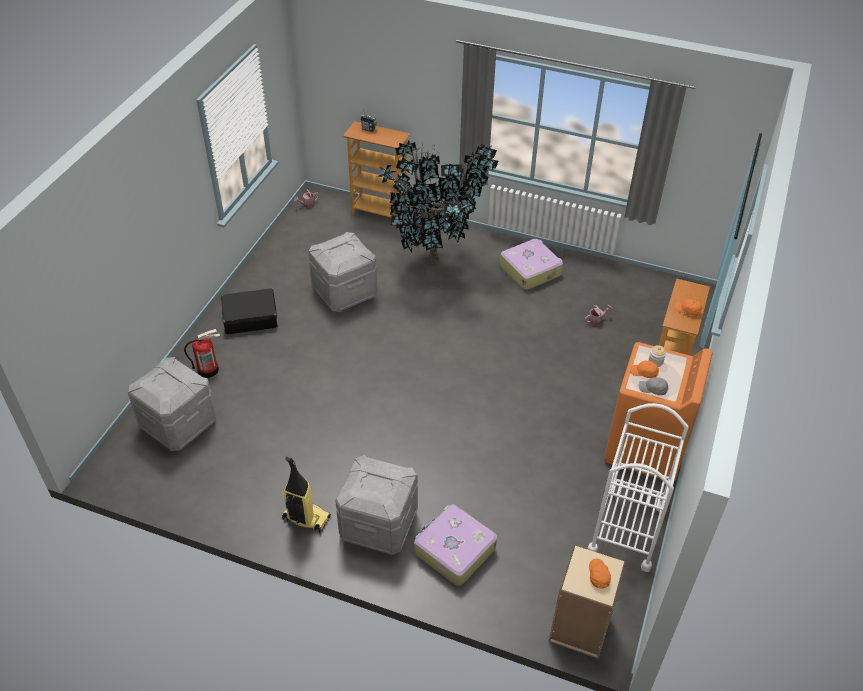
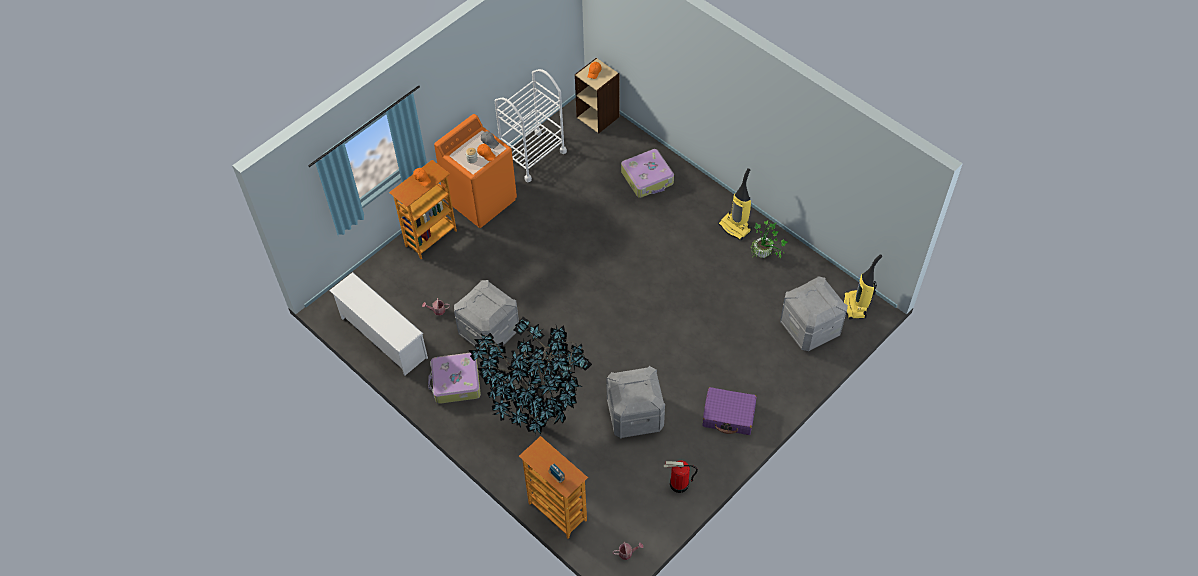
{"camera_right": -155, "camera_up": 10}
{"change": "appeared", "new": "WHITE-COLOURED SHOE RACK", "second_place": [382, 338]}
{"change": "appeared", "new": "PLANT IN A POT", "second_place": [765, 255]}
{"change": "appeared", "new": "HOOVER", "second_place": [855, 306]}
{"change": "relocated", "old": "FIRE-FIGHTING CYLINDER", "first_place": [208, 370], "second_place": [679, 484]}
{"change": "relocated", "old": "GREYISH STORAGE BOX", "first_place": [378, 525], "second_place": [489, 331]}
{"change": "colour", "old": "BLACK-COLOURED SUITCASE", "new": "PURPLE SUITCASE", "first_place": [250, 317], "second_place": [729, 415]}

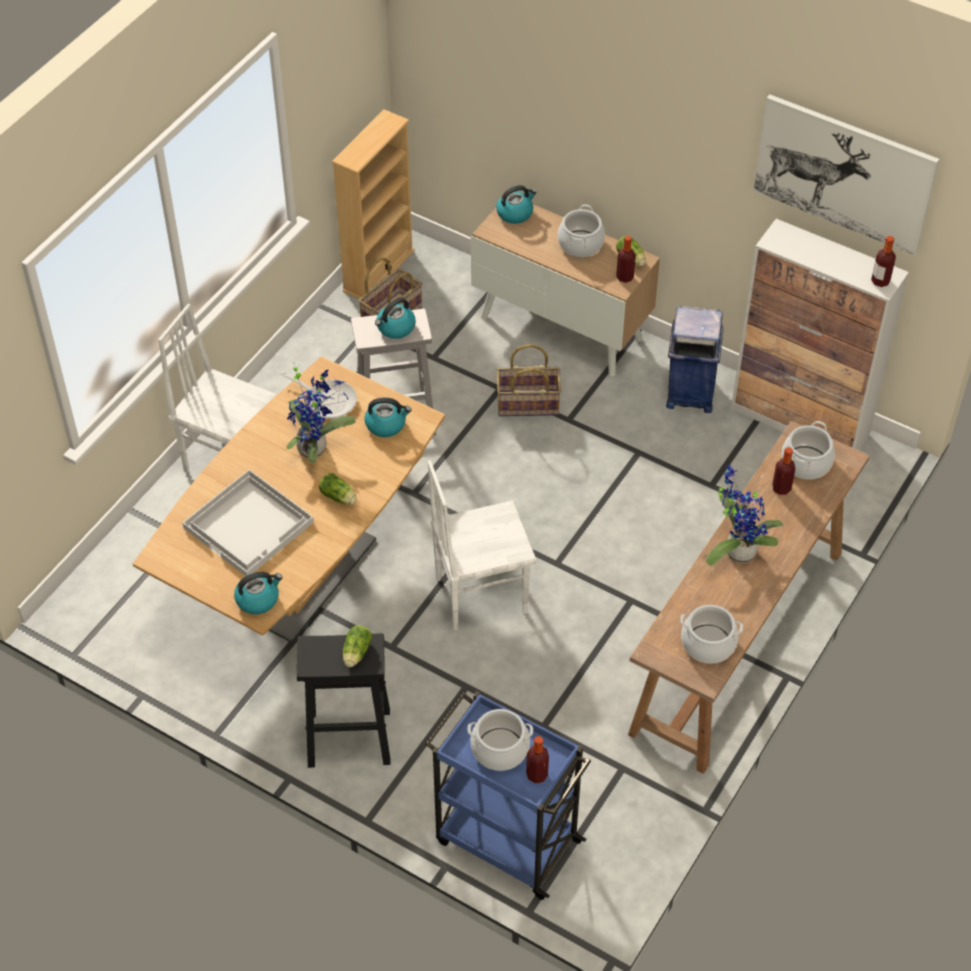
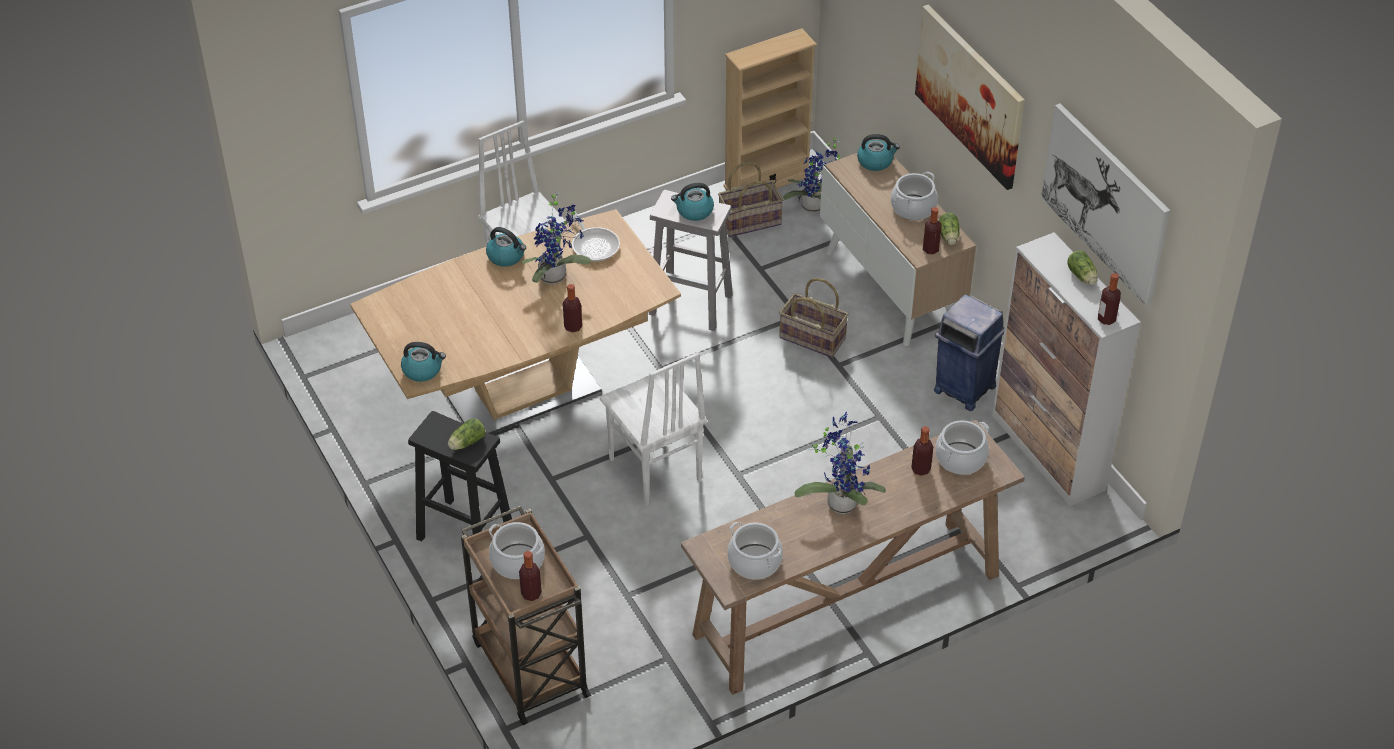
{"camera_right": 30, "camera_up": -5}
{"change": "missing", "old": "WHITE-COLOURED SERVING TRAY", "first_place": [250, 525]}
{"change": "appeared", "new": "BEVERAGE BOTTLE", "second_place": [573, 327]}
{"change": "appeared", "new": "PLANT IN A POT", "second_place": [815, 207]}
{"change": "appeared", "new": "WALL ART", "second_place": [970, 95]}
{"change": "relocated", "old": "HEAD OF LETTUCE", "first_place": [339, 497], "second_place": [1082, 277]}
{"change": "relocated", "old": "WATER KETTLE", "first_place": [386, 424], "second_place": [506, 256]}
{"change": "colour", "old": "BLUE TROLLEY", "new": "BROWN TROLLEY", "first_place": [505, 840], "second_place": [529, 666]}
{"change": "spun", "old": "WHITE-COLOURED UPRIGHT CHAIR", "first_place": [480, 594], "second_place": [654, 470], "degrees": -135}

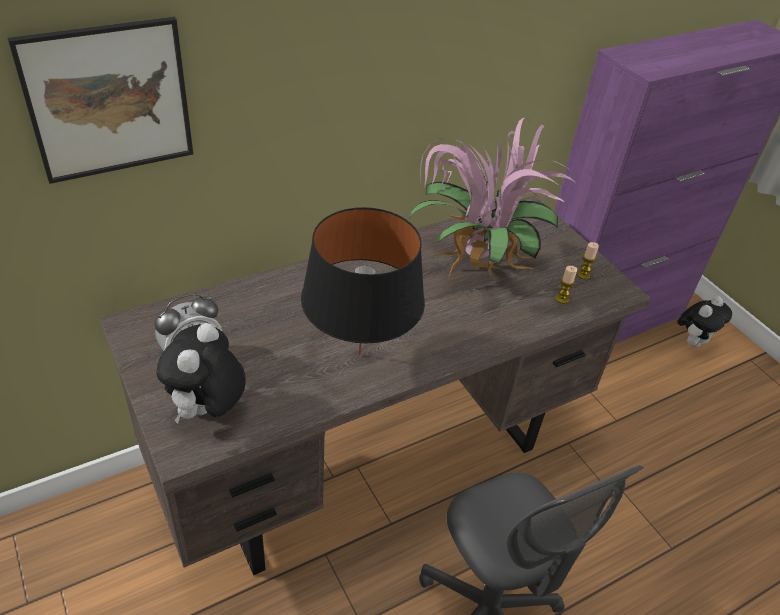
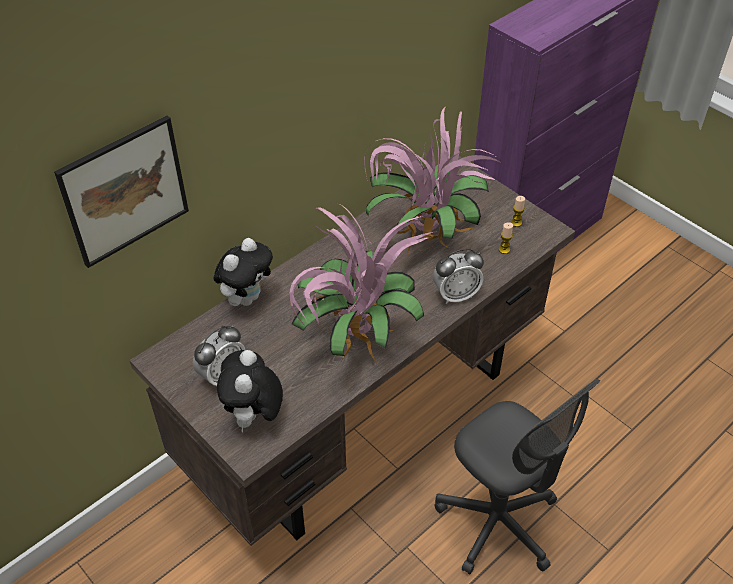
{"camera_right": -10, "camera_up": 5}
{"change": "appeared", "new": "TABLE CLOCK", "second_place": [456, 295]}
{"change": "relocated", "old": "CUDDLY TOY", "first_place": [693, 341], "second_place": [247, 297]}
{"change": "exchanged", "old": "BLACK-COLOURED TABLE LAMP", "new": "PLANT IN A POT", "first_place": [359, 354], "second_place": [356, 339]}

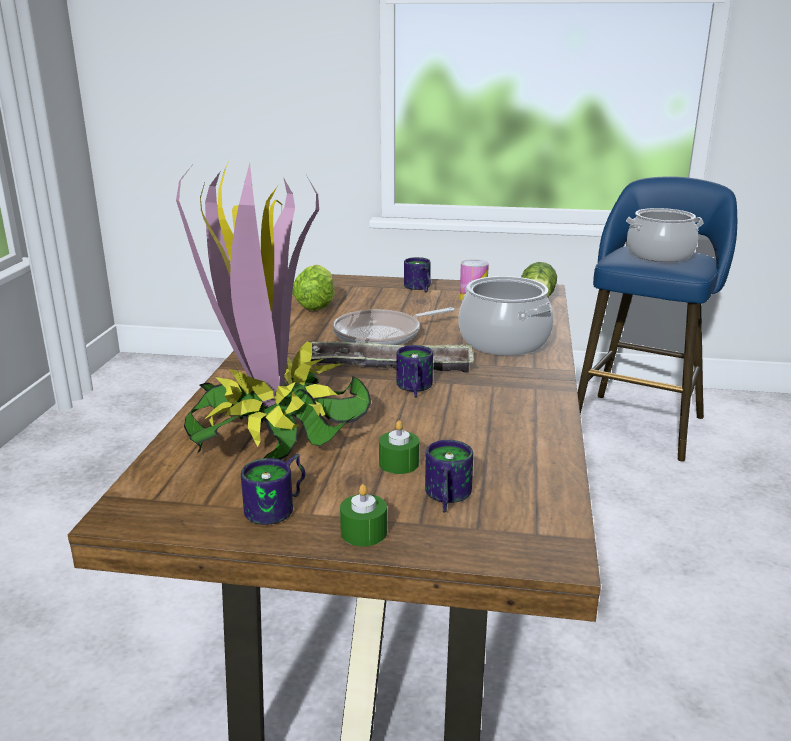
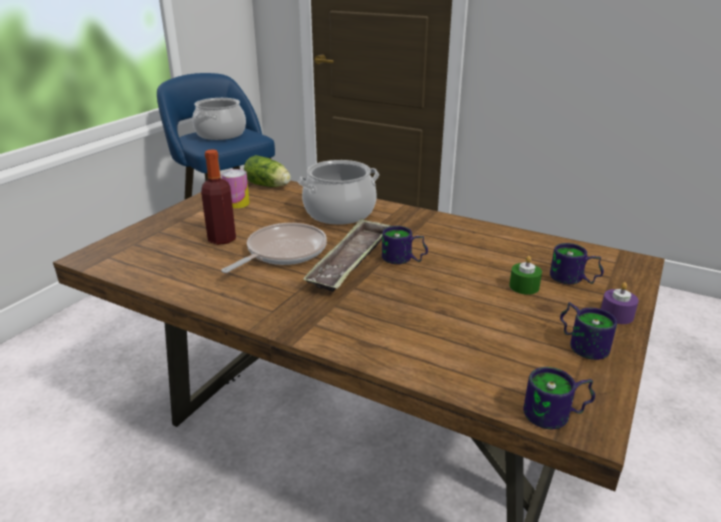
{"camera_right": -70, "camera_up": 5}
{"change": "missing", "old": "PLANT IN A POT", "first_place": [273, 427]}
{"change": "missing", "old": "HEAD OF LETTUCE", "first_place": [316, 304]}
{"change": "appeared", "new": "BEVERAGE BOTTLE", "second_place": [222, 239]}
{"change": "relocated", "old": "TEA MUG", "first_place": [418, 288], "second_place": [557, 416]}
{"change": "colour", "old": "GREEN WAX CANDLE", "new": "PURPLE WAX CANDLE", "first_place": [363, 532], "second_place": [616, 315]}
{"change": "spun", "old": "PAN", "first_place": [382, 335], "second_place": [283, 252], "degrees": -135}

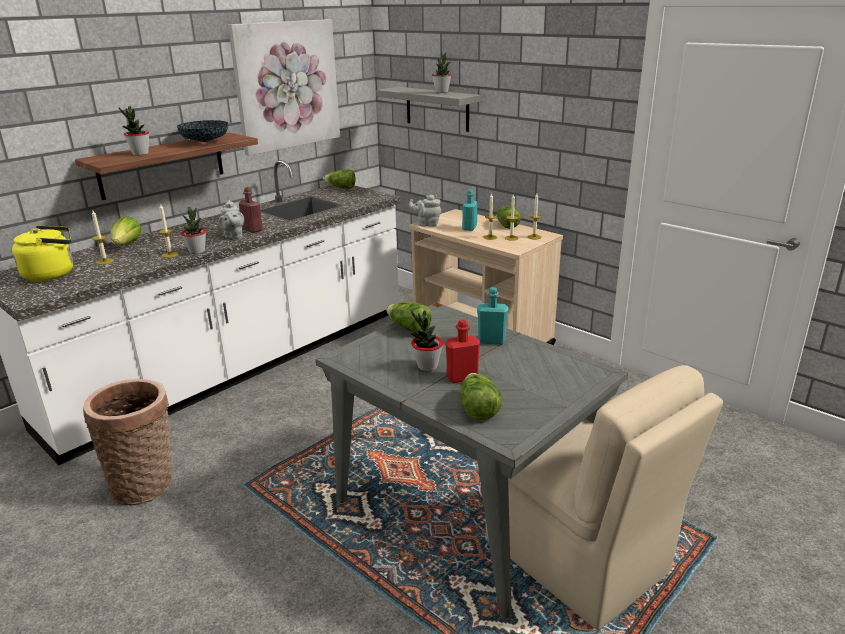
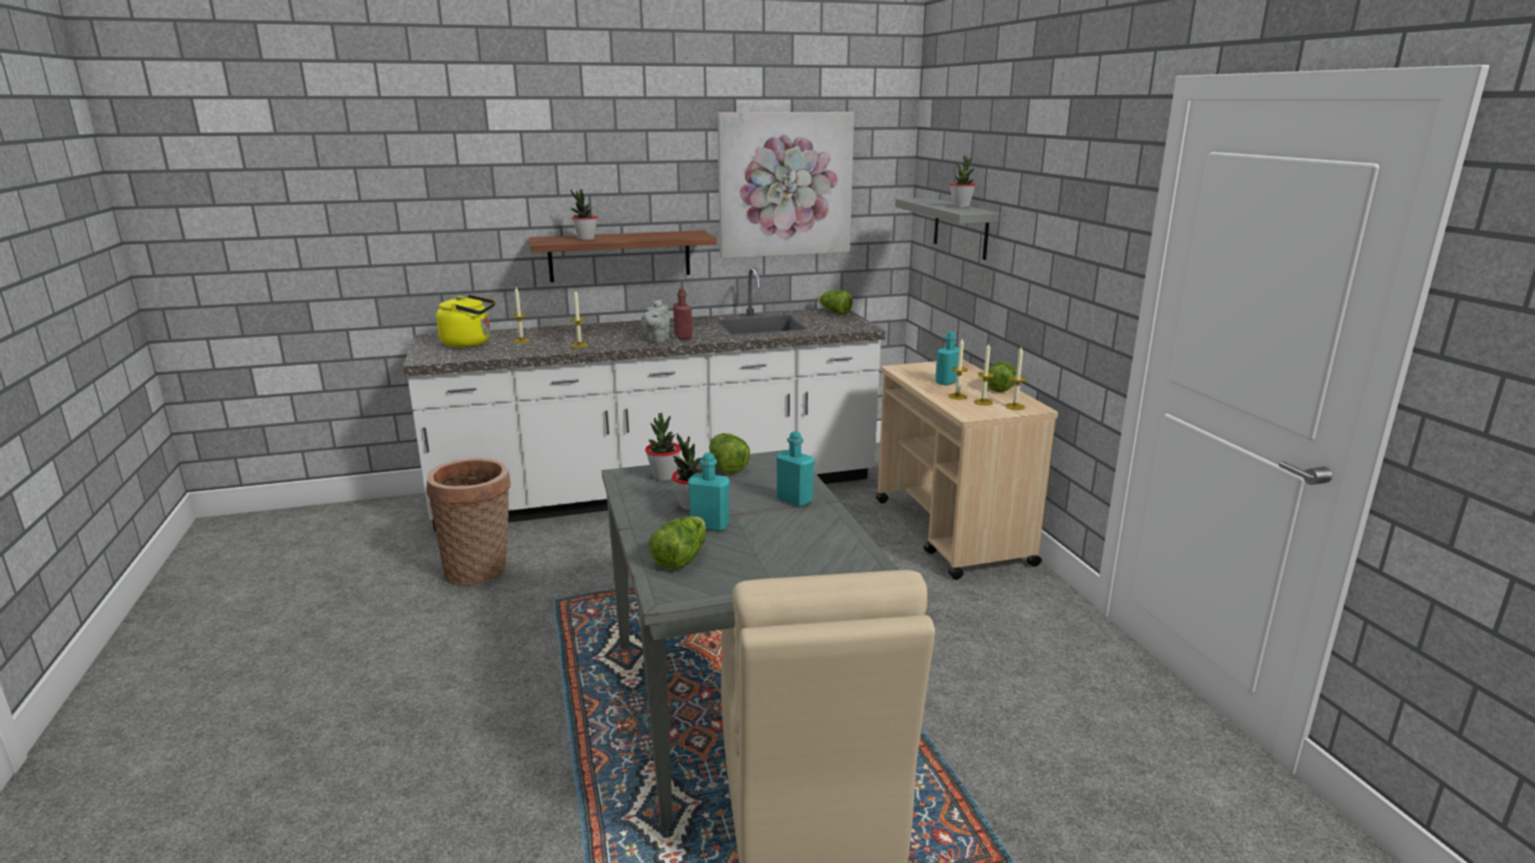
{"camera_right": 30, "camera_up": -5}
{"change": "missing", "old": "HEAD OF LETTUCE", "first_place": [127, 245]}
{"change": "missing", "old": "SERVING BOWL", "first_place": [205, 142]}
{"change": "missing", "old": "GREYISH TEAPOT", "first_place": [427, 224]}
{"change": "relocated", "old": "PLANT IN A POT", "first_place": [197, 251], "second_place": [664, 476]}
{"change": "colour", "old": "RED-COLOURED BEVERAGE BOTTLE", "new": "TURQUOISE-COLOURED BEVERAGE BOTTLE", "first_place": [462, 377], "second_place": [709, 525]}

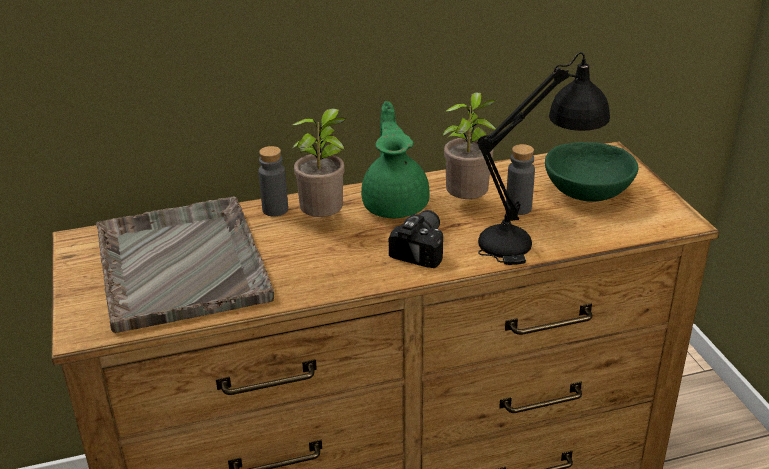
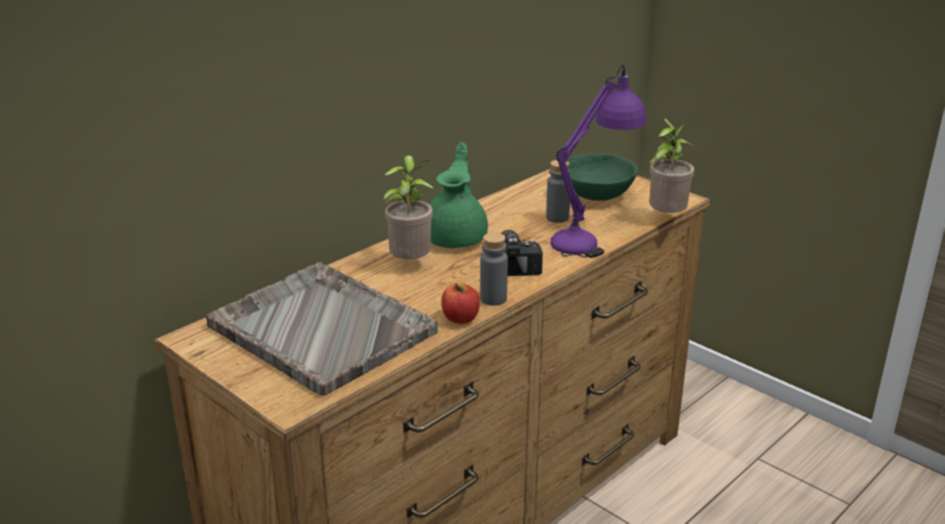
{"camera_right": -30, "camera_up": -5}
{"change": "appeared", "new": "WHOLE APPLE", "second_place": [460, 318]}
{"change": "relocated", "old": "GREYISH BEVERAGE BOTTLE", "first_place": [275, 210], "second_place": [493, 299]}
{"change": "relocated", "old": "PLANT IN A POT", "first_place": [467, 202], "second_place": [666, 218]}
{"change": "colour", "old": "BLACK-COLOURED TABLE LAMP", "new": "PURPLE TABLE LAMP", "first_place": [534, 241], "second_place": [593, 237]}
{"change": "spun", "old": "GREEN TEAPOT", "first_place": [396, 204], "second_place": [457, 238], "degrees": 45}

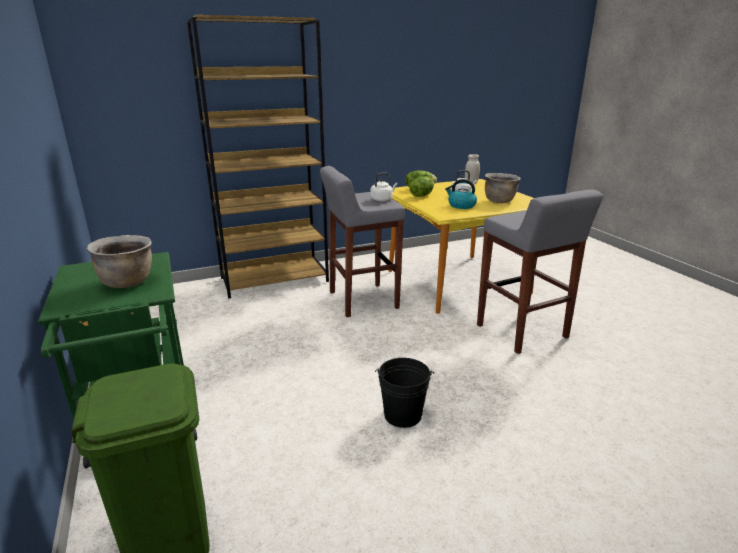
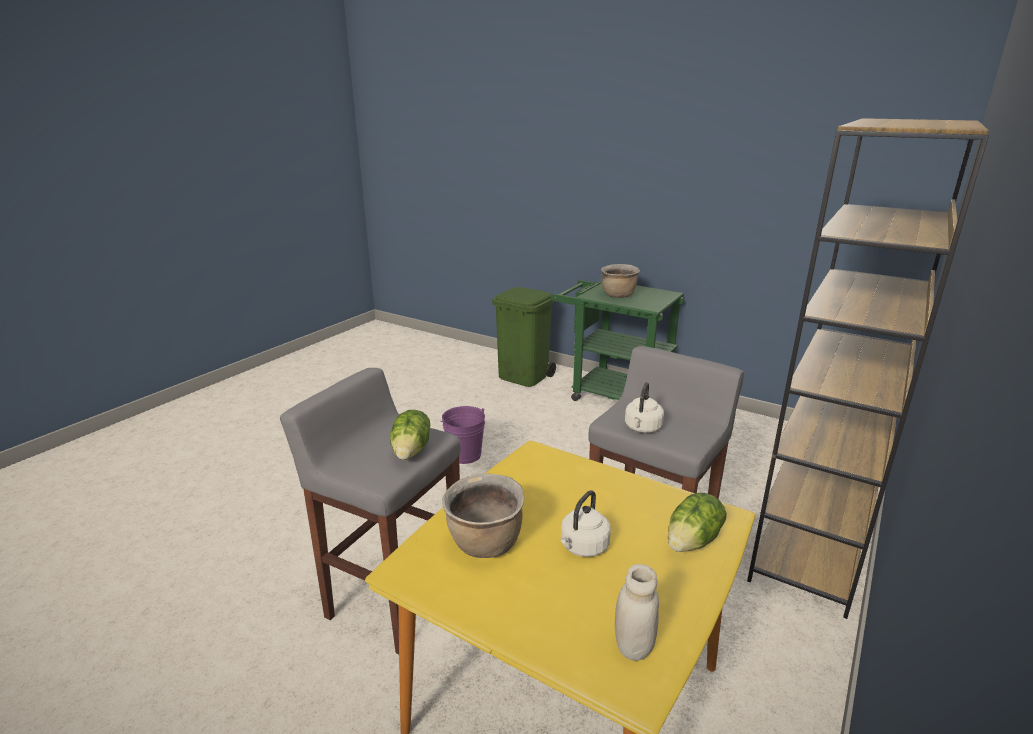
{"camera_right": 145, "camera_up": 0}
{"change": "missing", "old": "WATER KETTLE", "first_place": [461, 205]}
{"change": "relocated", "old": "HEAD OF LETTUCE", "first_place": [421, 195], "second_place": [412, 451]}
{"change": "colour", "old": "BLACK-COLOURED PAIL", "new": "PURPLE PAIL", "first_place": [402, 415], "second_place": [465, 455]}

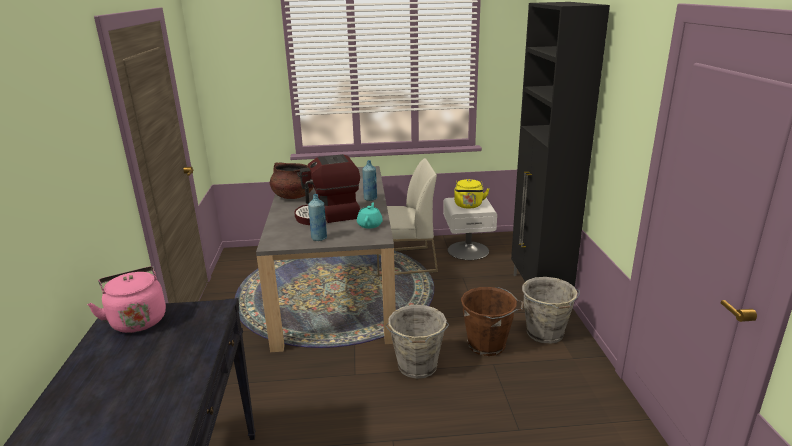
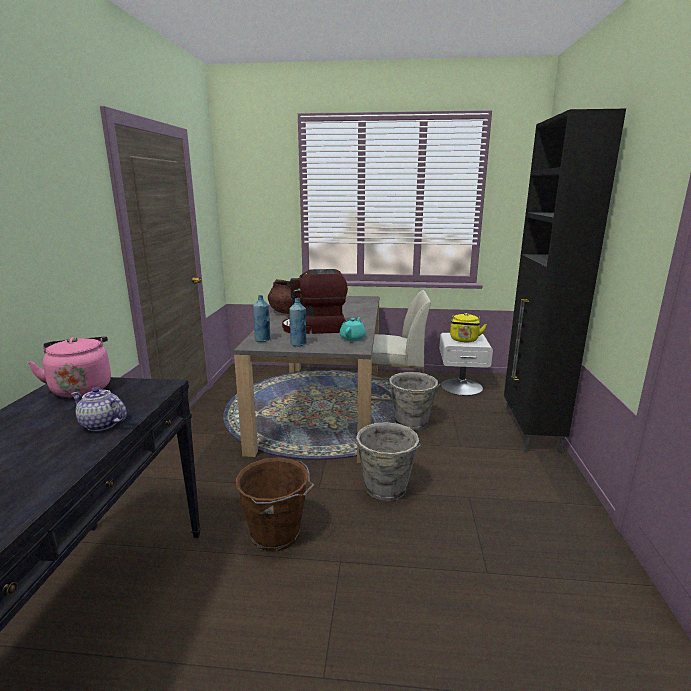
{"camera_right": 10, "camera_up": -5}
{"change": "appeared", "new": "TEAPOT", "second_place": [101, 424]}
{"change": "relocated", "old": "BLUE BEVERAGE BOTTLE", "first_place": [370, 199], "second_place": [262, 340]}
{"change": "relocated", "old": "BROWN PAIL", "first_place": [488, 345], "second_place": [277, 535]}
{"change": "relocated", "old": "GREYISH PAIL", "first_place": [545, 334], "second_place": [411, 423]}

